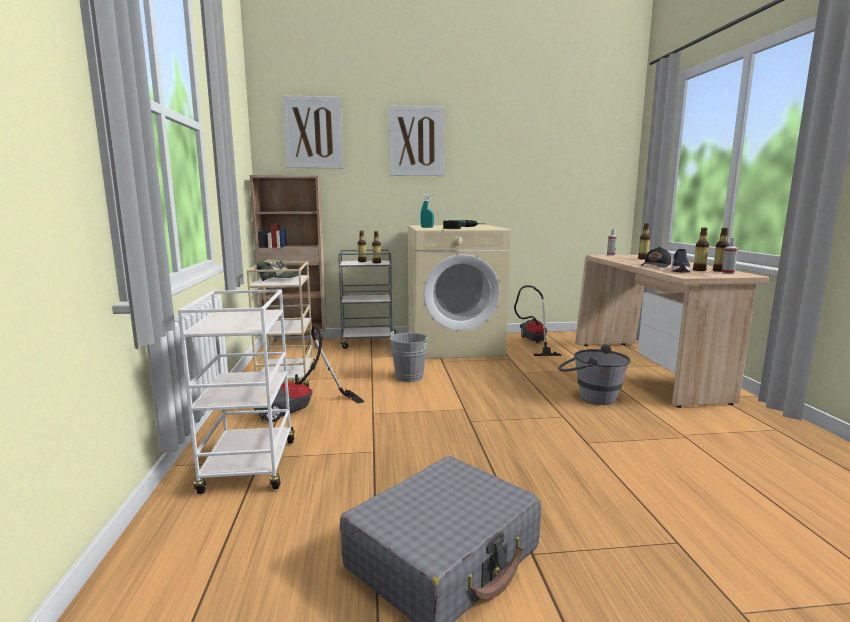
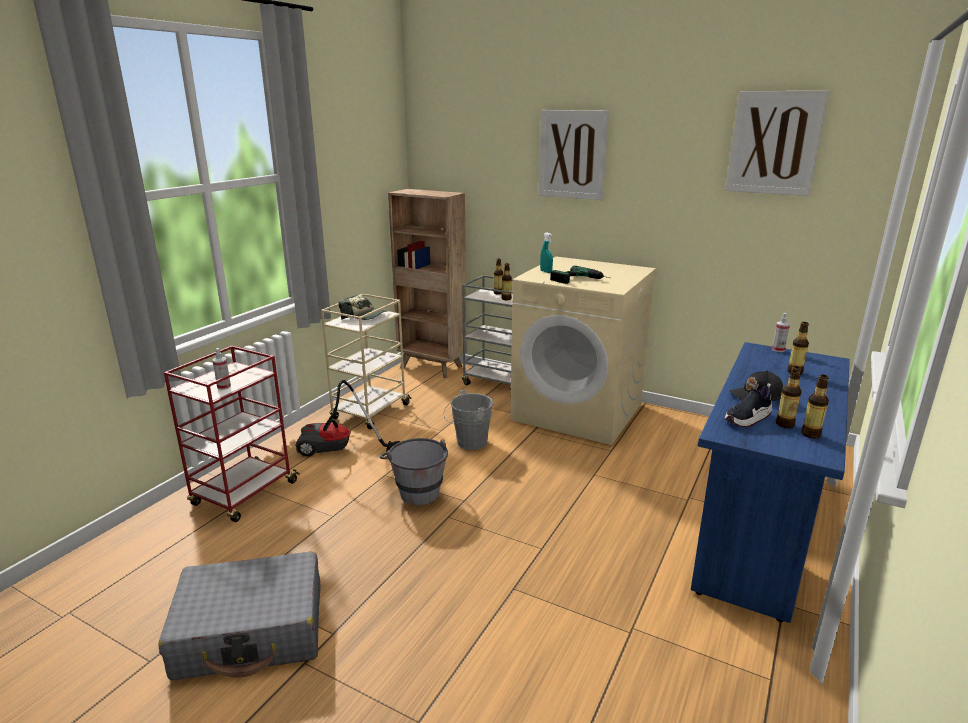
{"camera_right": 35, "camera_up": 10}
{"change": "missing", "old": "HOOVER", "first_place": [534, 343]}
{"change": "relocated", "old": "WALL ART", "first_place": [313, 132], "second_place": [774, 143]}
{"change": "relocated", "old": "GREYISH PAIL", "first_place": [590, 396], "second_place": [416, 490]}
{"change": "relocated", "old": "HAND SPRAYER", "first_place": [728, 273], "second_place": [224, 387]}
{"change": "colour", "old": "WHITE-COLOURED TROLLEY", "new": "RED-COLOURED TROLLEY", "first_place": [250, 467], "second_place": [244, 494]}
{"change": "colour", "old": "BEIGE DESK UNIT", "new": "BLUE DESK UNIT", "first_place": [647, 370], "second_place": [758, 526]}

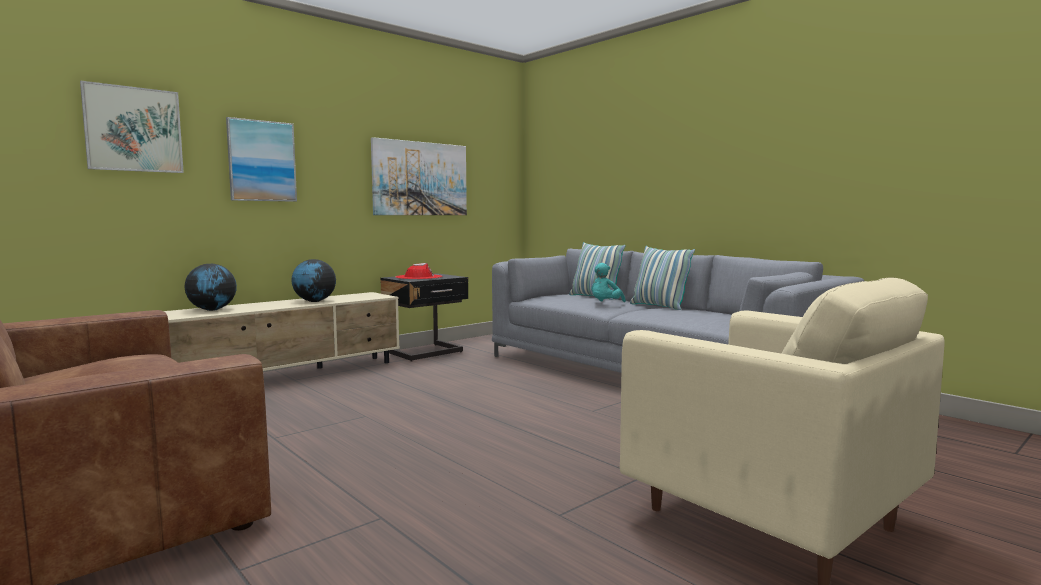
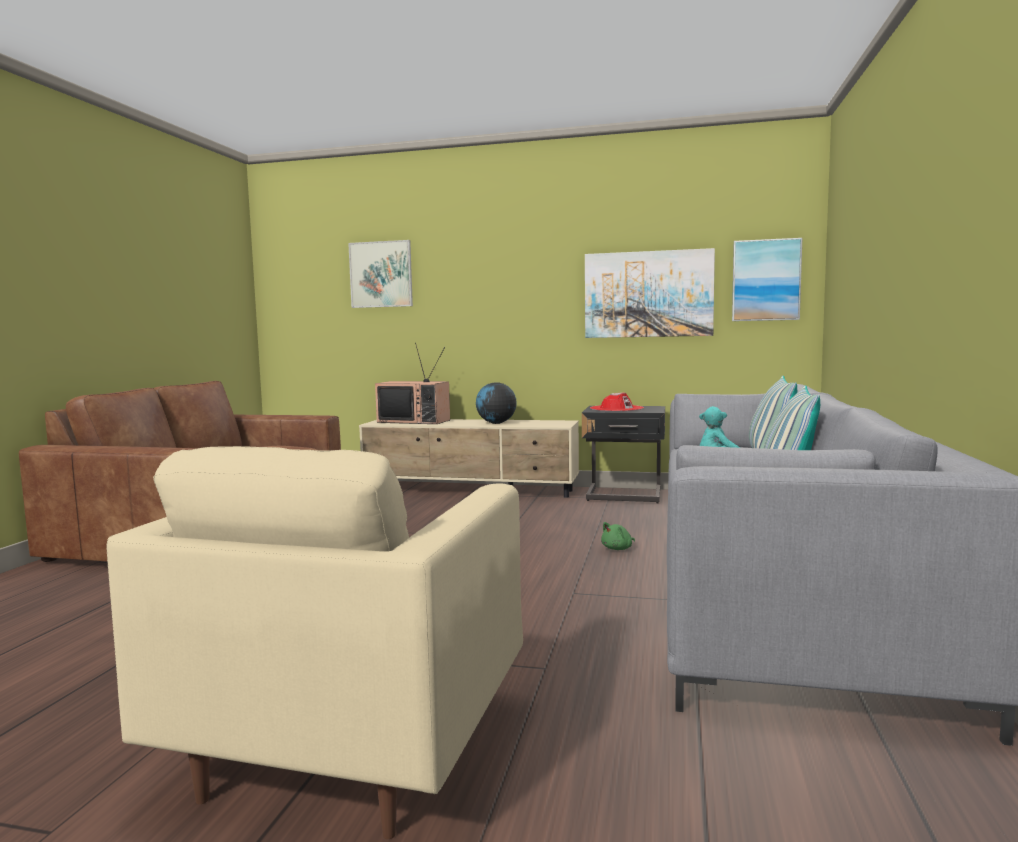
{"camera_right": 55, "camera_up": 0}
{"change": "appeared", "new": "GREEN CUDDLY TOY", "second_place": [618, 549]}
{"change": "relocated", "old": "WALL ART", "first_place": [261, 161], "second_place": [766, 280]}
{"change": "exchanged", "old": "WORLD GLOBE", "new": "TV", "first_place": [212, 309], "second_place": [415, 421]}

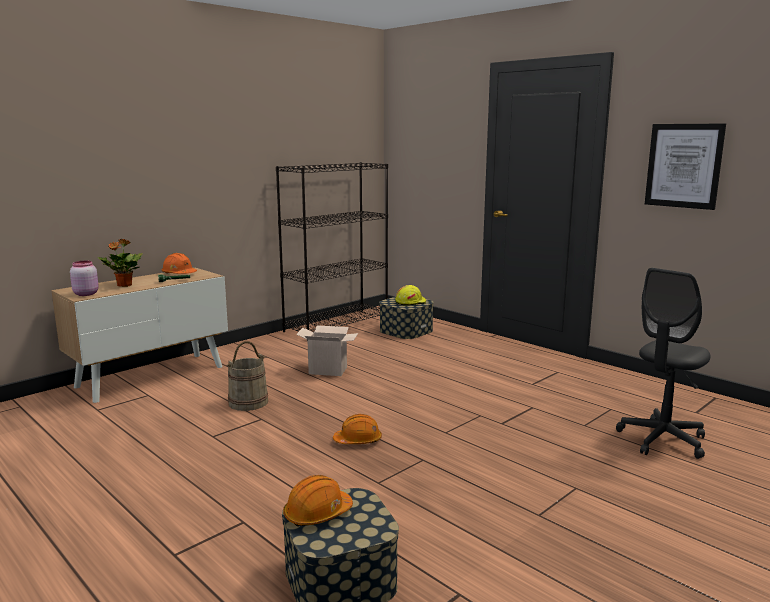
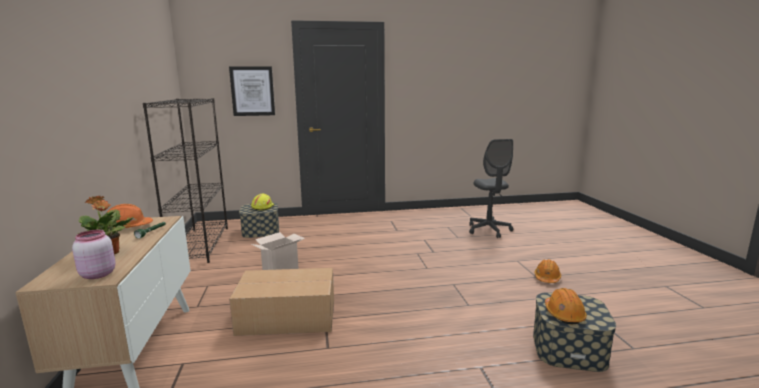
{"camera_right": -55, "camera_up": 0}
{"change": "relocated", "old": "ORANGE HARD HAT", "first_place": [358, 440], "second_place": [547, 278]}
{"change": "relocated", "old": "WALL ART", "first_place": [683, 165], "second_place": [252, 91]}
{"change": "exchanged", "old": "BEIGE PAIL", "new": "CARTON", "first_place": [248, 402], "second_place": [286, 316]}

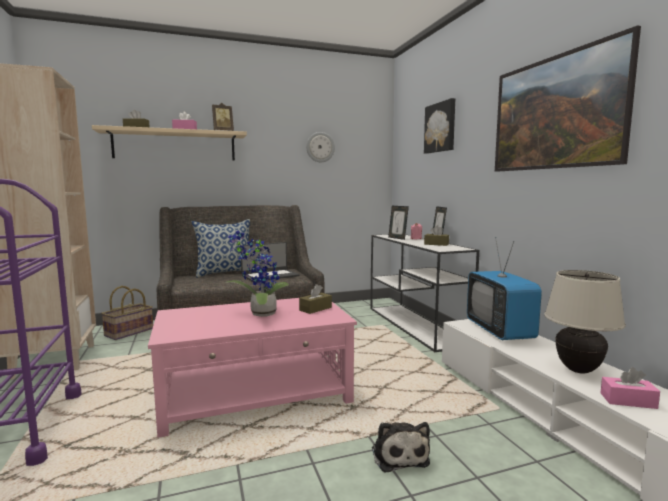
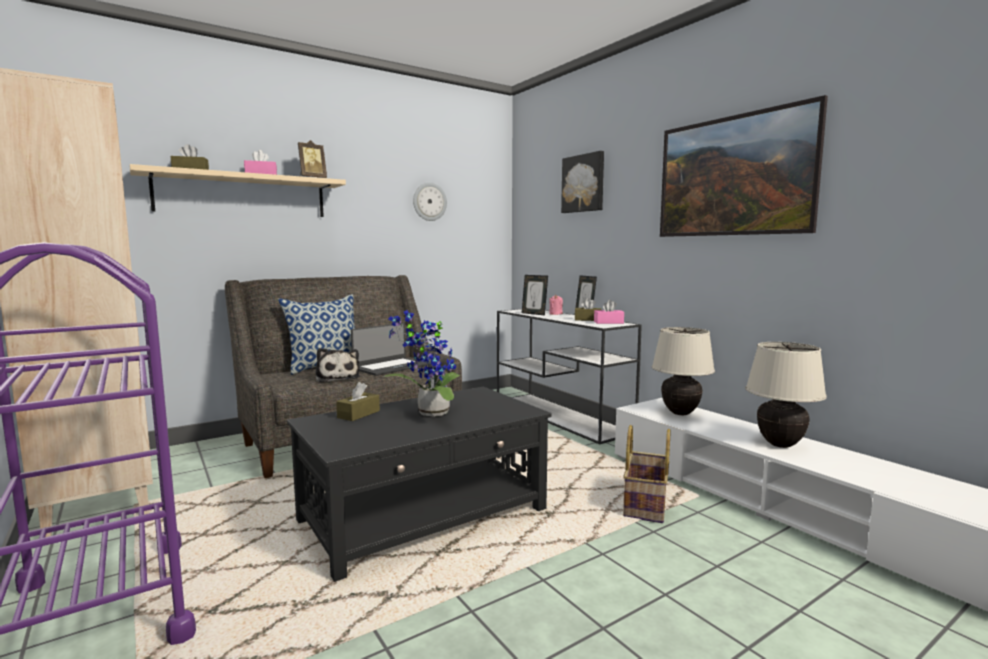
{"camera_right": -15, "camera_up": 0}
{"change": "relocated", "old": "BASKET", "first_place": [129, 332], "second_place": [646, 505]}
{"change": "relocated", "old": "BROWN TISSUE HOLDER", "first_place": [315, 309], "second_place": [358, 414]}
{"change": "relocated", "old": "CUDDLY TOY", "first_place": [399, 455], "second_place": [337, 377]}
{"change": "relocated", "old": "PINK-COLOURED TISSUE HOLDER", "first_place": [628, 401], "second_place": [608, 322]}
{"change": "exchanged", "old": "TV", "new": "BEIGE TABLE LAMP", "first_place": [499, 331], "second_place": [680, 413]}
{"change": "colour", "old": "PINK-COLOURED LOW TABLE", "new": "BLACK-COLOURED LOW TABLE", "first_place": [256, 394], "second_place": [425, 515]}

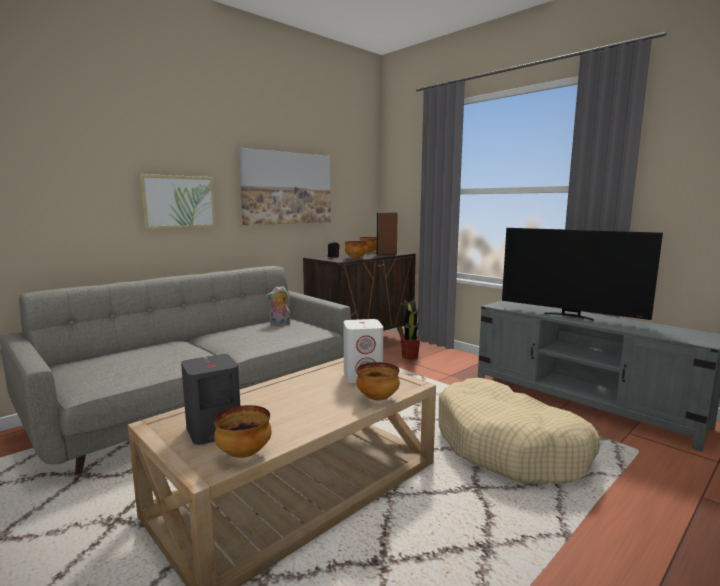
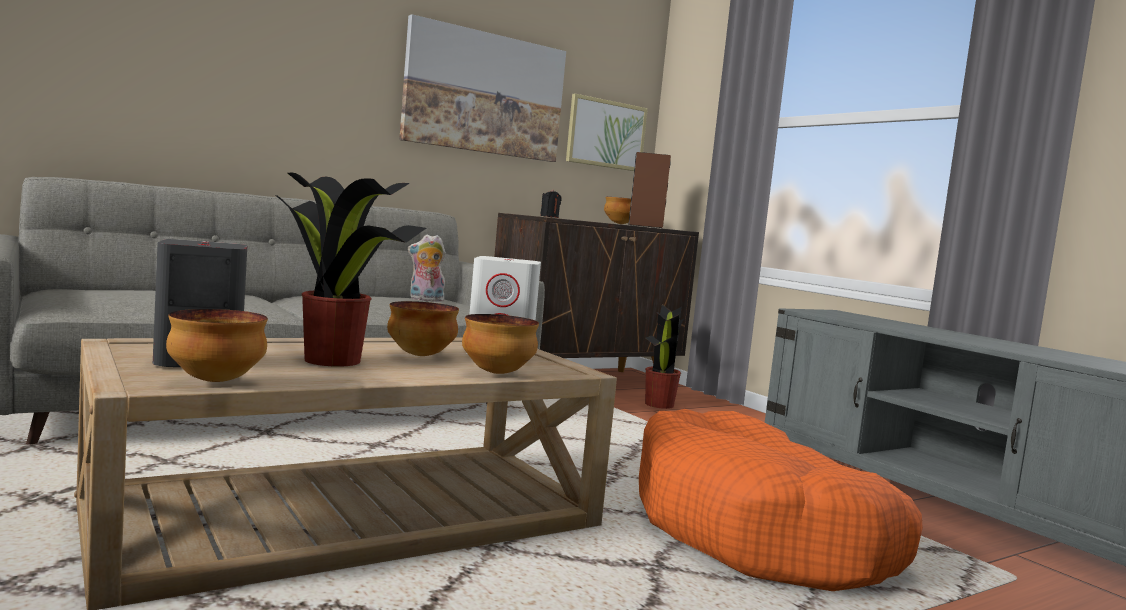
{"camera_right": 10, "camera_up": -5}
{"change": "missing", "old": "TV", "first_place": [570, 316]}
{"change": "appeared", "new": "PLANT IN A POT", "second_place": [333, 361]}
{"change": "relocated", "old": "WALL ART", "first_place": [178, 202], "second_place": [606, 134]}
{"change": "relocated", "old": "SERVING BOWL", "first_place": [356, 258], "second_place": [421, 355]}
{"change": "colour", "old": "BEIGE DOG BED", "new": "ORANGE DOG BED", "first_place": [509, 447], "second_place": [759, 532]}

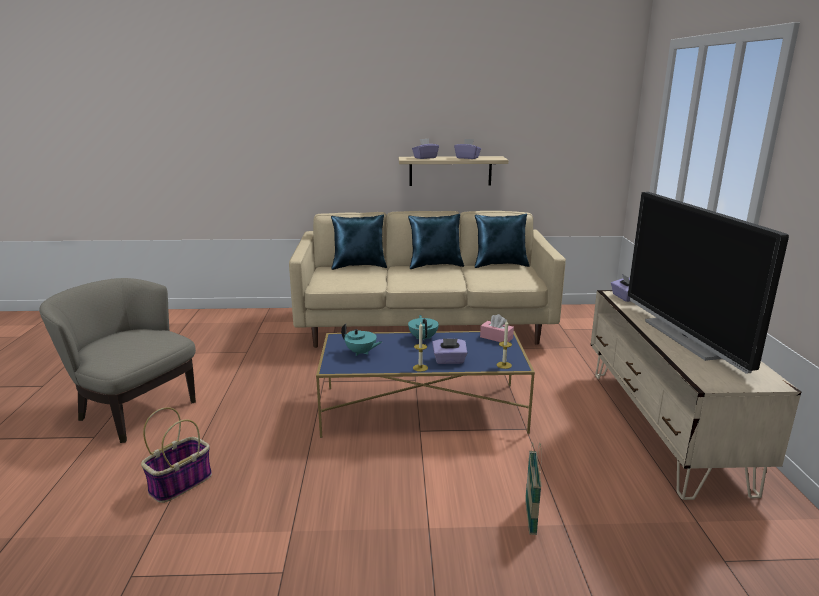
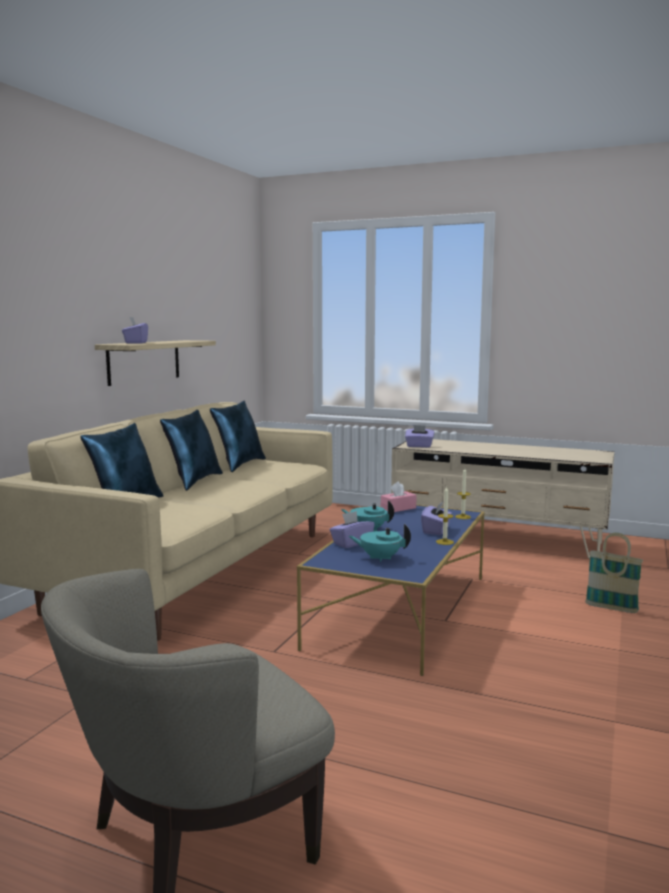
{"camera_right": -65, "camera_up": -10}
{"change": "missing", "old": "BASKET", "first_place": [181, 483]}
{"change": "missing", "old": "TV", "first_place": [686, 338]}
{"change": "relocated", "old": "PURPLE TISSUE HOLDER", "first_place": [467, 158], "second_place": [351, 543]}
{"change": "spun", "old": "TURQUOISE-COLOURED TEAPOT", "first_place": [361, 352], "second_place": [380, 558], "degrees": -135}

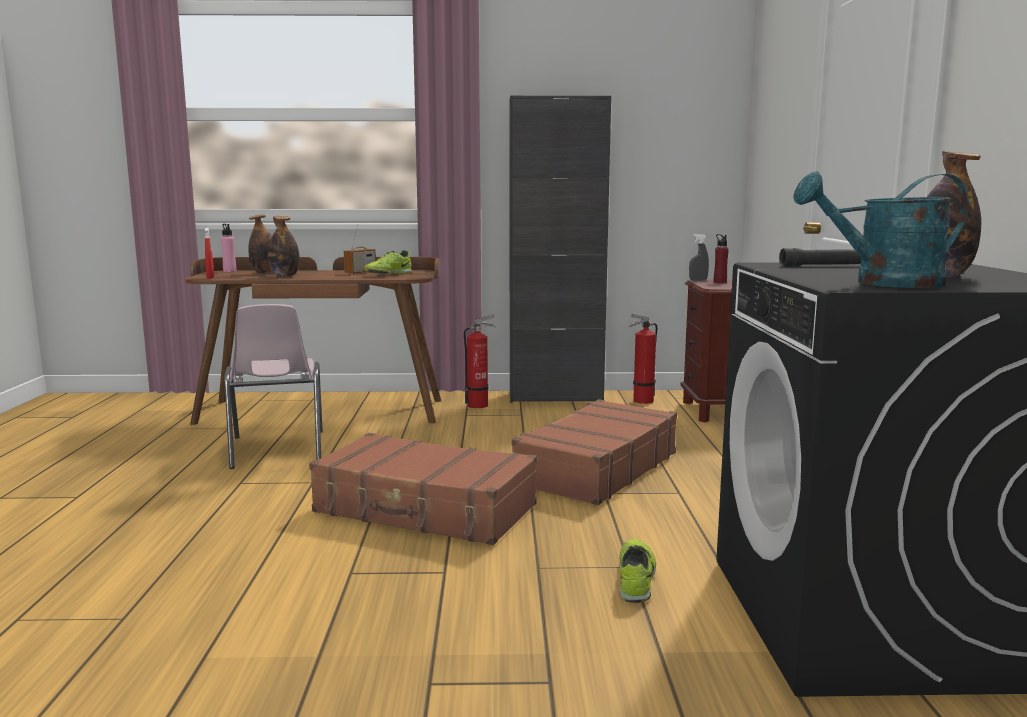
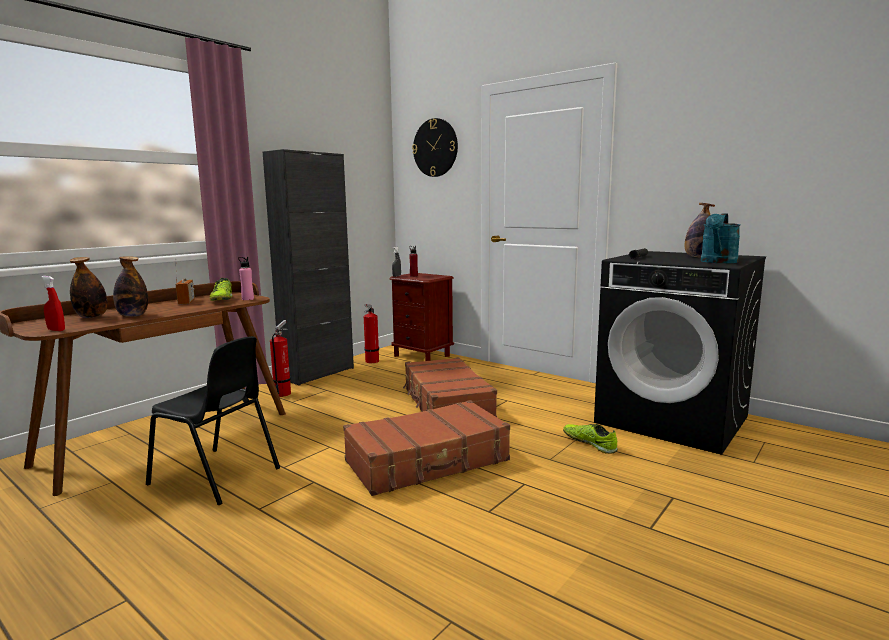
{"camera_right": -50, "camera_up": 0}
{"change": "appeared", "new": "HANGING CLOCK", "second_place": [435, 148]}
{"change": "relocated", "old": "PINK-COLOURED BEVERAGE BOTTLE", "first_place": [229, 271], "second_place": [247, 299]}
{"change": "colour", "old": "PINK-COLOURED UPRIGHT CHAIR", "new": "BLACK-COLOURED UPRIGHT CHAIR", "first_place": [276, 450], "second_place": [216, 476]}

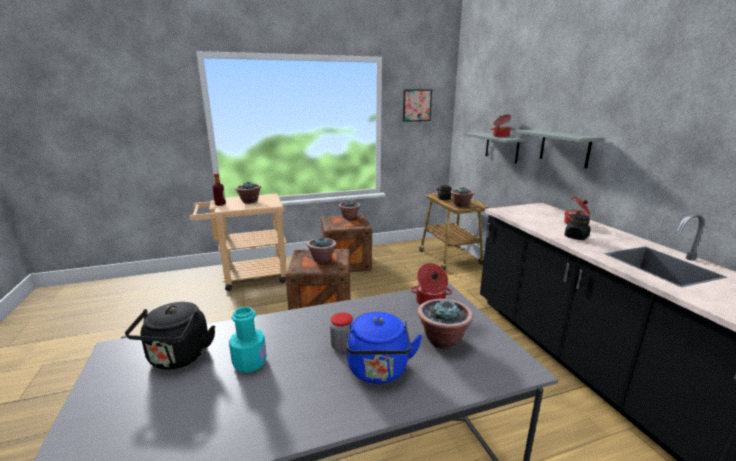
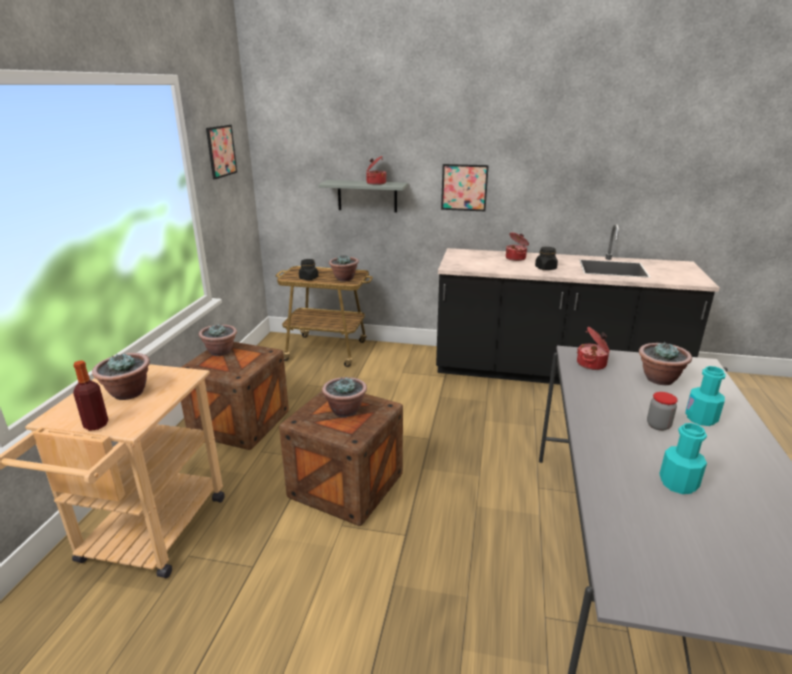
{"camera_right": -60, "camera_up": 5}
{"change": "missing", "old": "BLACK-COLOURED WATER KETTLE", "first_place": [178, 358]}
{"change": "exchanged", "old": "BLUE WATER KETTLE", "new": "TURQUOISE-COLOURED BEVERAGE BOTTLE", "first_place": [378, 371], "second_place": [701, 418]}
{"change": "exchanged", "old": "GREYISH WALL SHELF", "new": "WALL ART", "first_place": [564, 148], "second_place": [464, 187]}

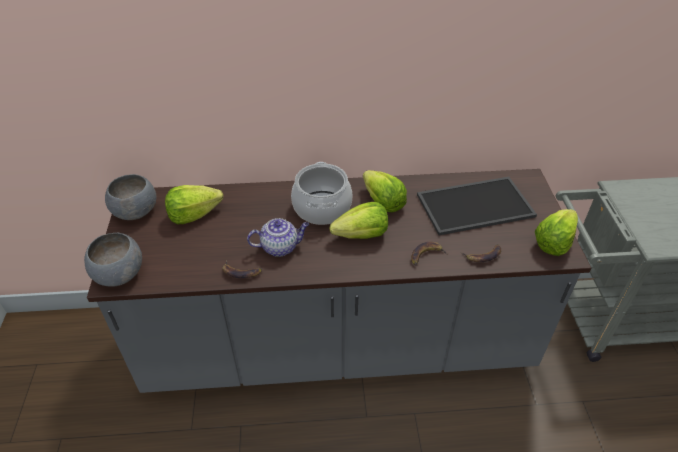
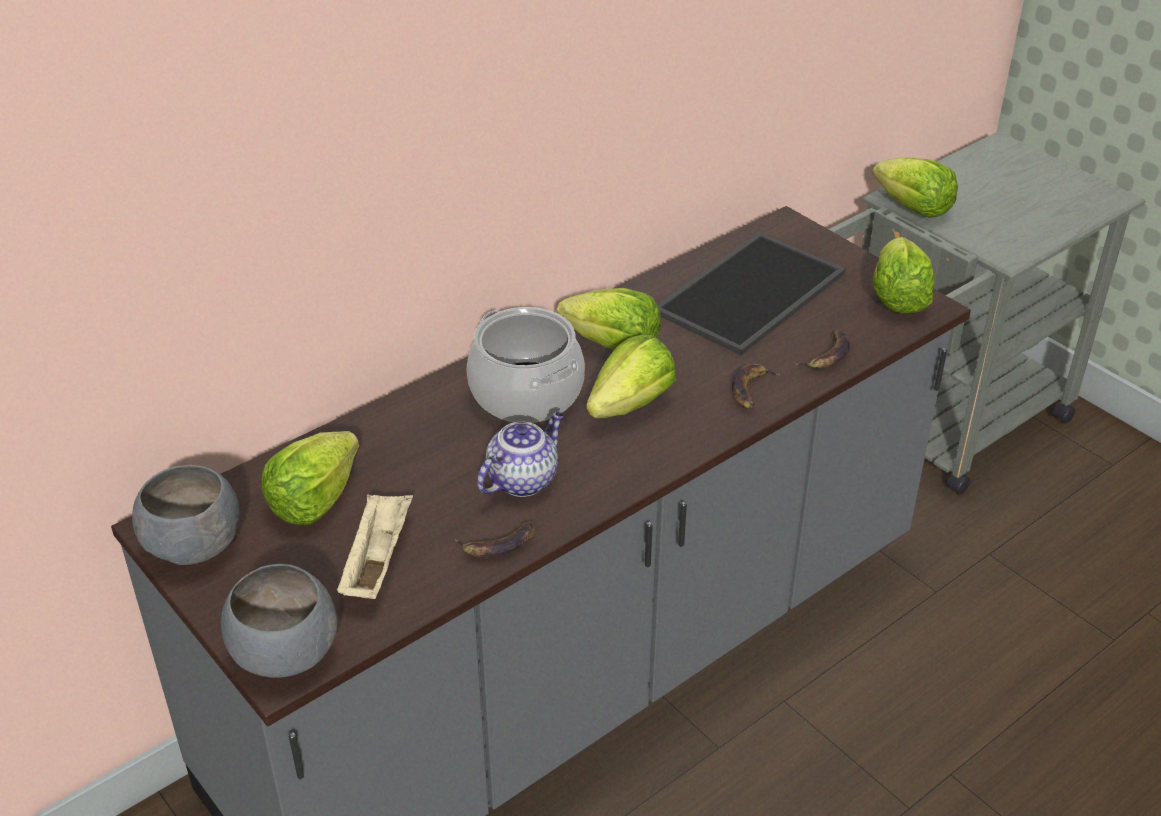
{"camera_right": -35, "camera_up": -5}
{"change": "appeared", "new": "BEIGE SERVING TRAY", "second_place": [377, 560]}
{"change": "appeared", "new": "HEAD OF LETTUCE", "second_place": [913, 208]}

